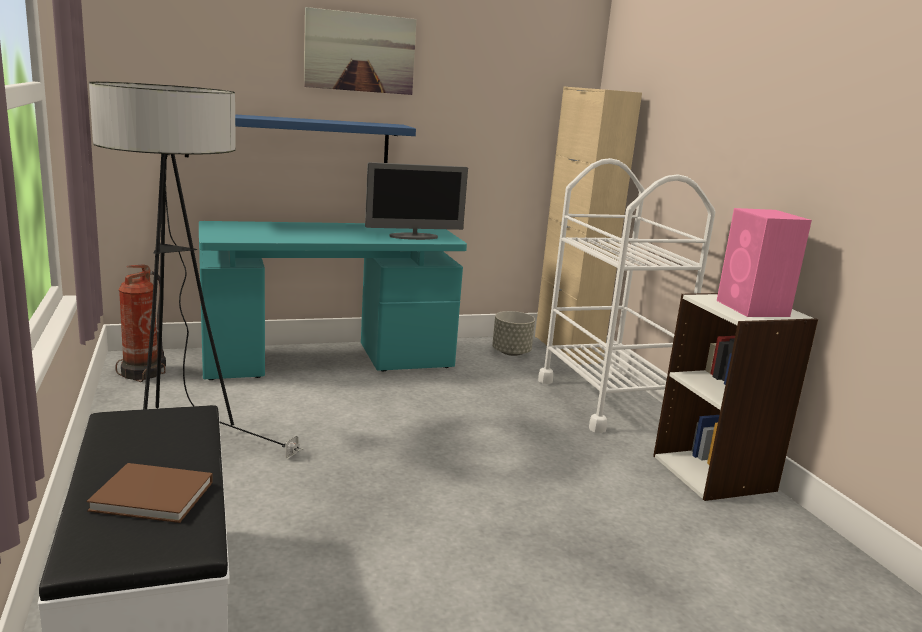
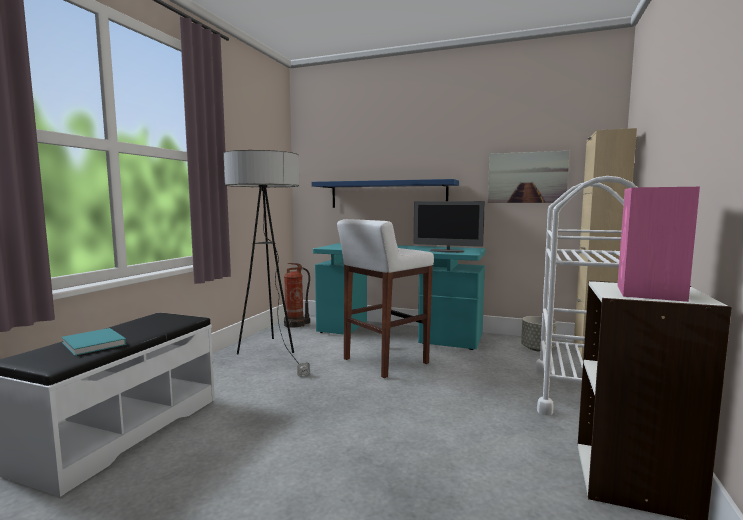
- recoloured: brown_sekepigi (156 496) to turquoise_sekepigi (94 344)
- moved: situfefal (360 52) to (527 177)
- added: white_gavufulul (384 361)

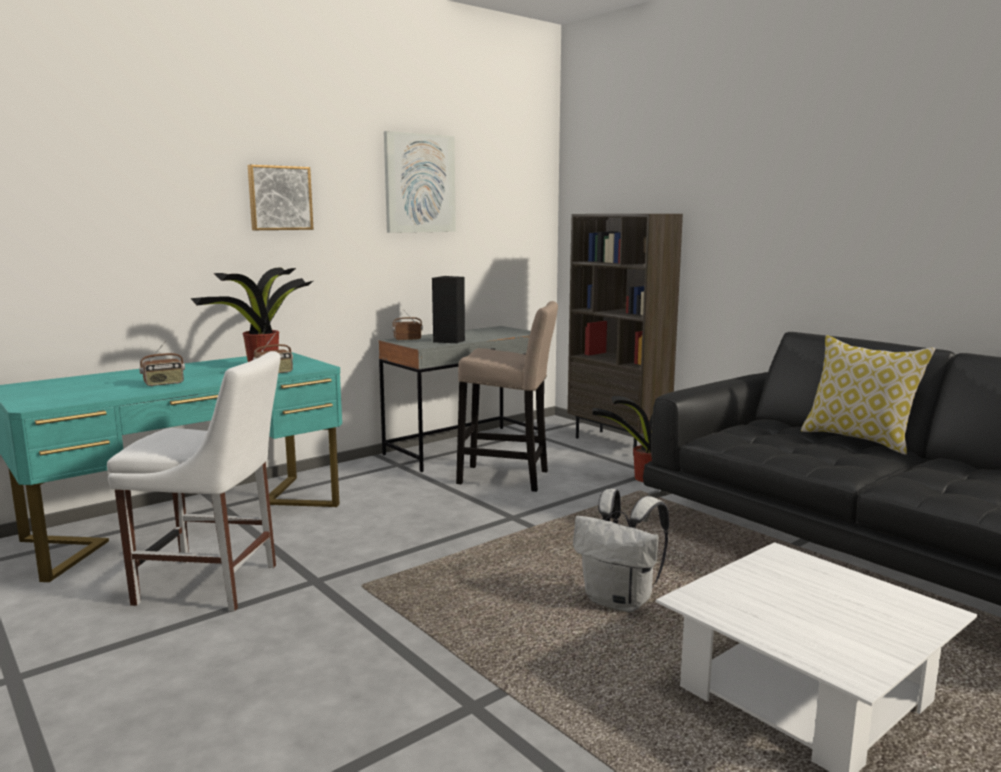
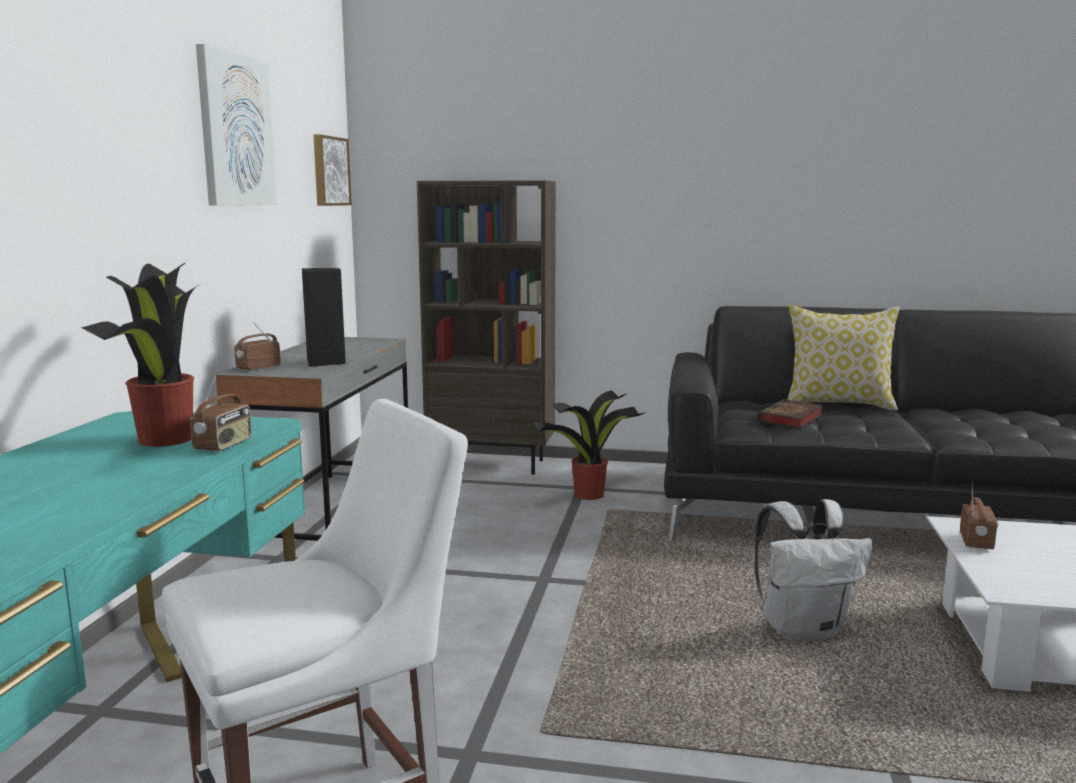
- moved: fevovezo (164 384) to (977 542)
- moved: situfefal (279 198) to (329 171)
- removed: beige_gavufulul (508 478)
- added: sekepigi (791 419)

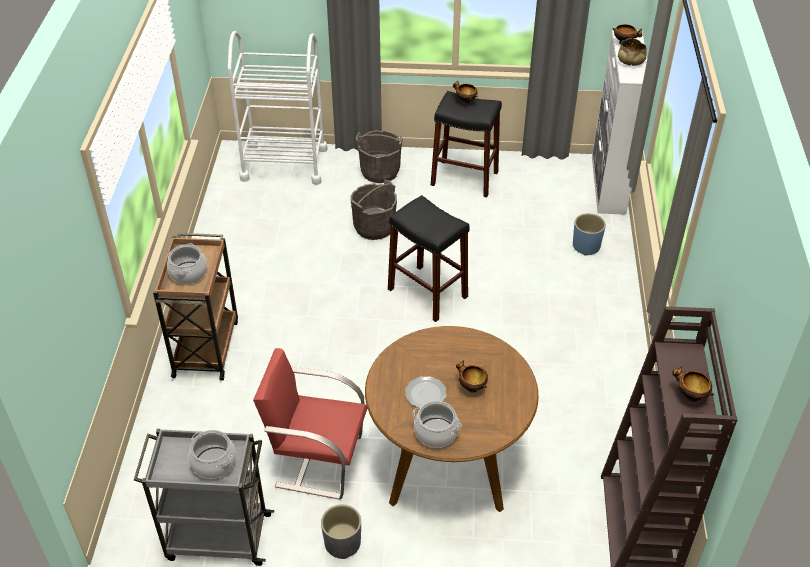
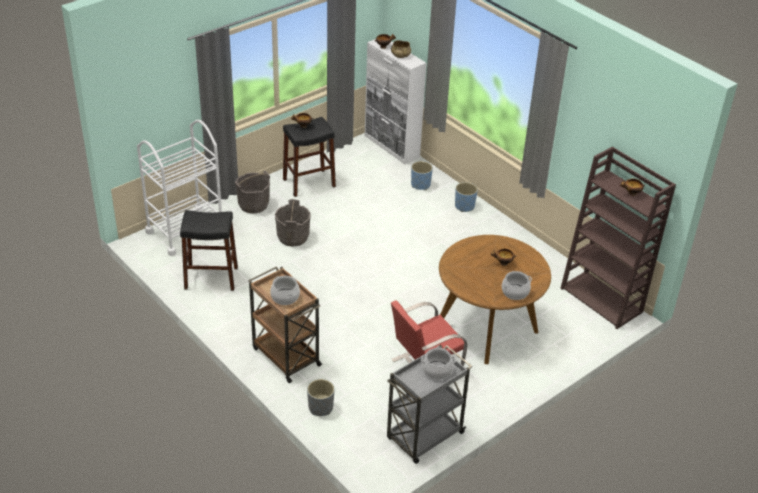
- moved: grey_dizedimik (342 543) to (320 407)
- moved: black_gavufulul (427 293) to (211 278)
- removed: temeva (425 394)
- added: blue_dizedimik (464 206)

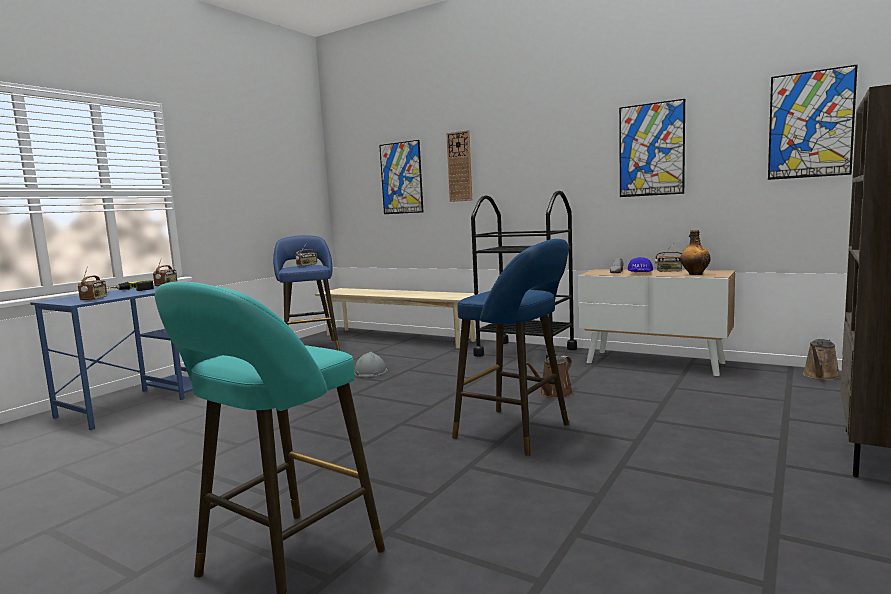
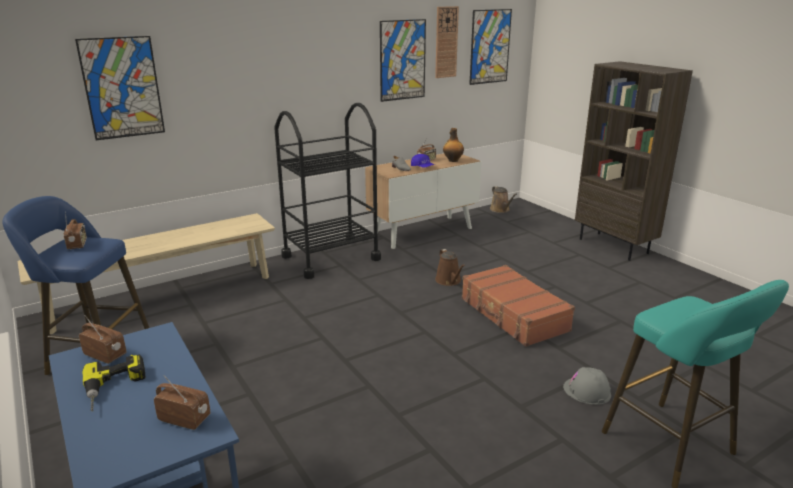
- moved: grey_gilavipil (370 372) to (587 391)
- moved: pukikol (459 166) to (446 42)
- replaced: blue_gavufulul (518 432) to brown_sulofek (513 315)

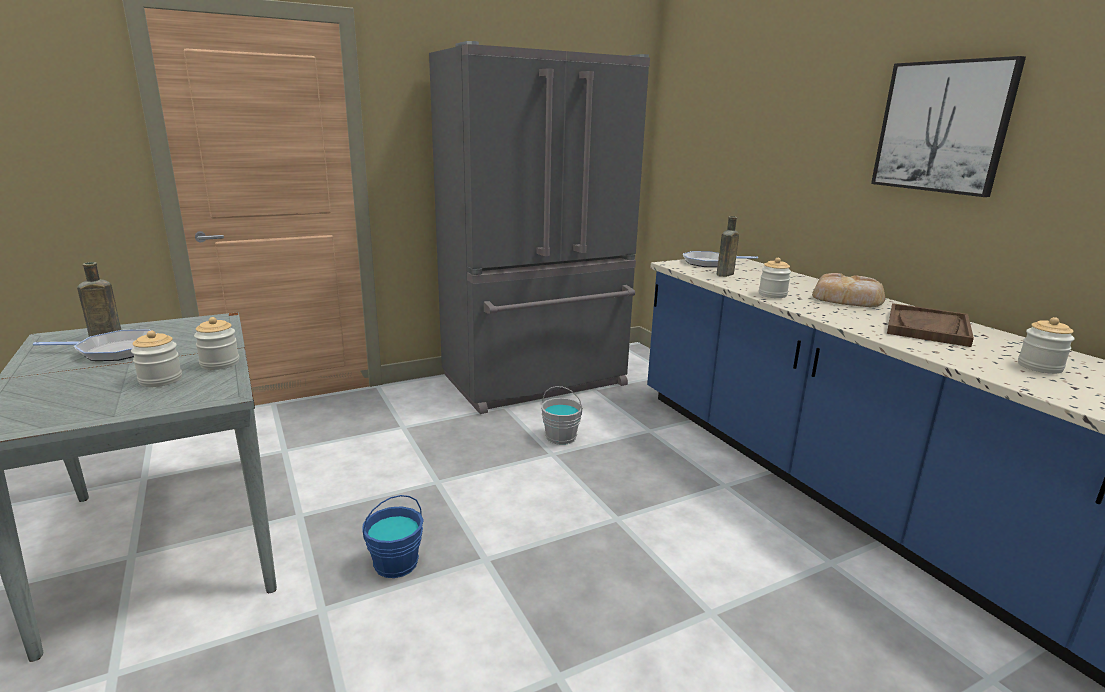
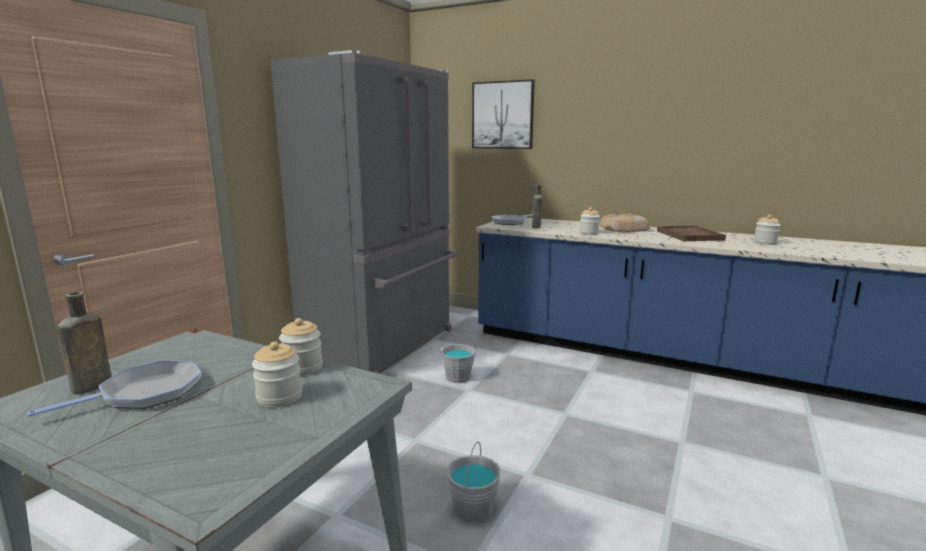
- recoloured: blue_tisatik (396 563) to grey_tisatik (473 508)
- moved: situfefal (942 127) to (503 115)

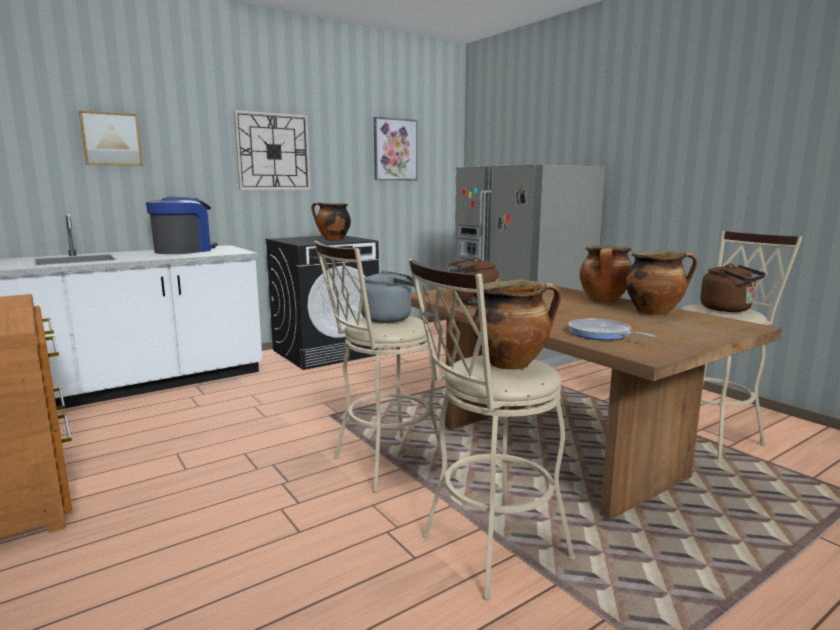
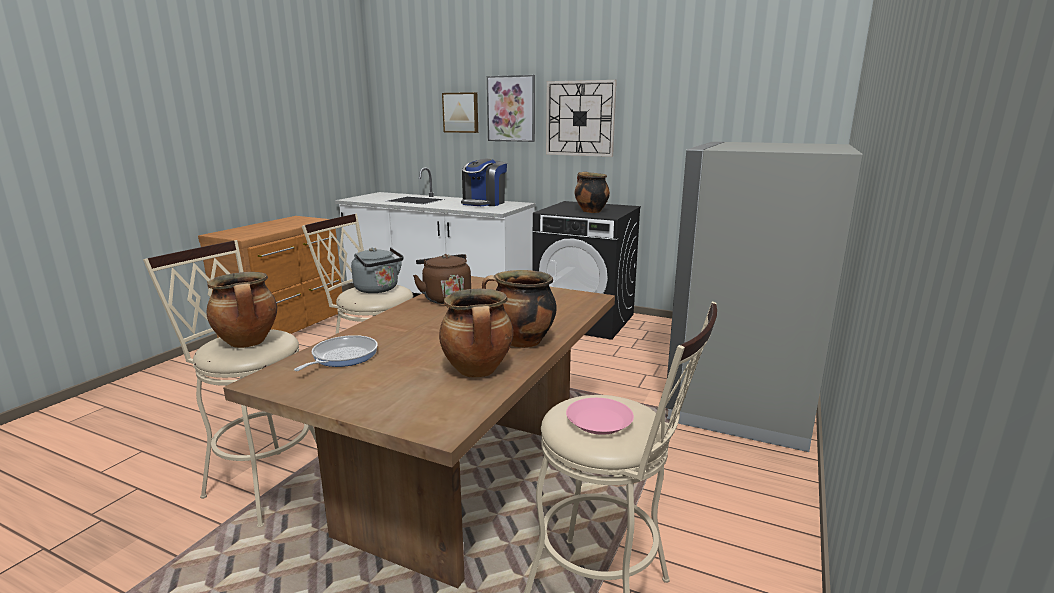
- turned: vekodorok (184 251) = (484 203) 120 degrees clockwise
- moved: situfefal (395 149) to (511 109)
- replaced: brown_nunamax (729 309) to pink_temeva (598 422)

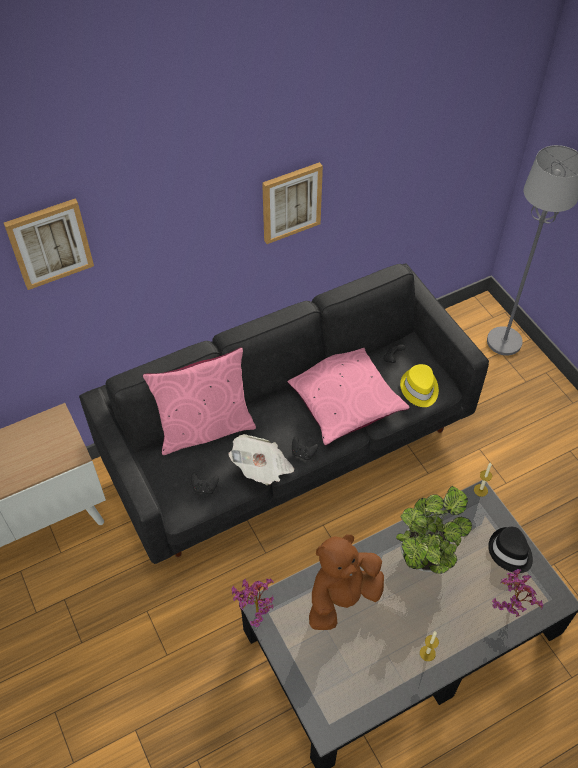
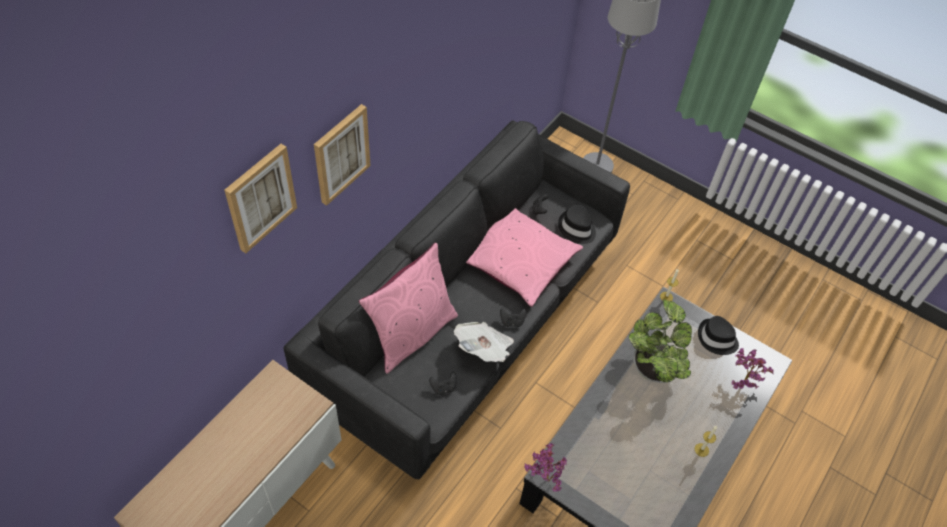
- moved: situfefal (291 202) to (341 154)
- removed: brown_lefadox (342 597)
- recoloured: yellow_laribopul (419 389) to black_laribopul (576 228)

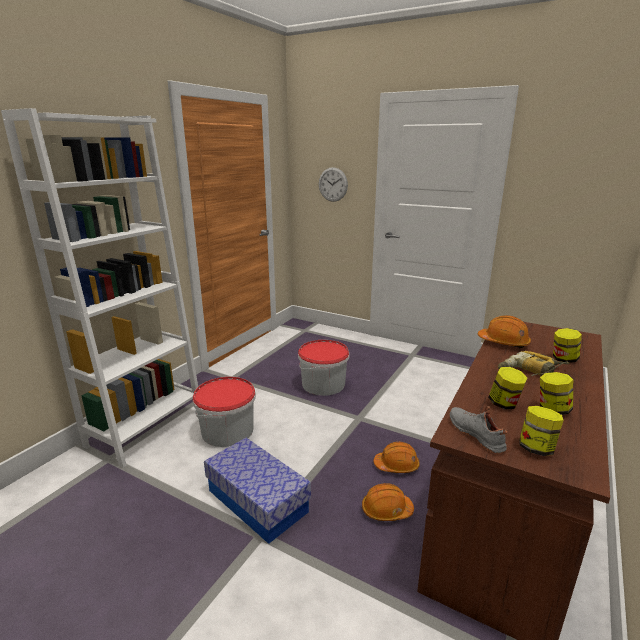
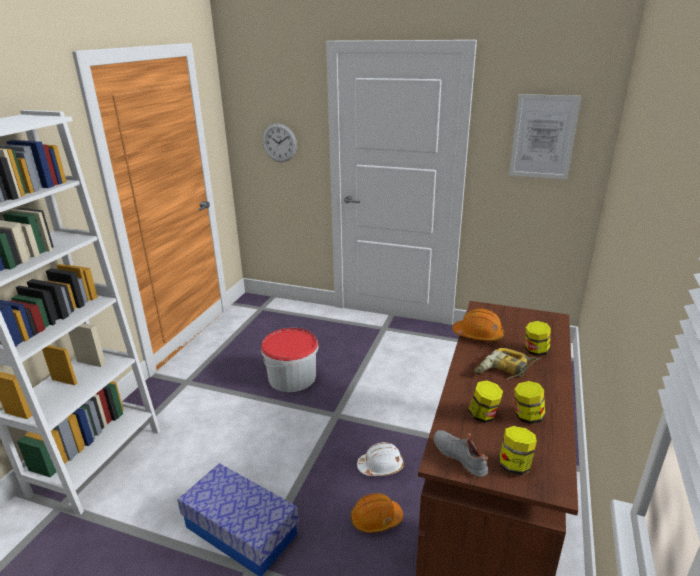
- removed: tisatik (227 430)
- recoloured: orange_gilavipil (396 465) to white_gilavipil (381 466)
- added: situfefal (543 137)

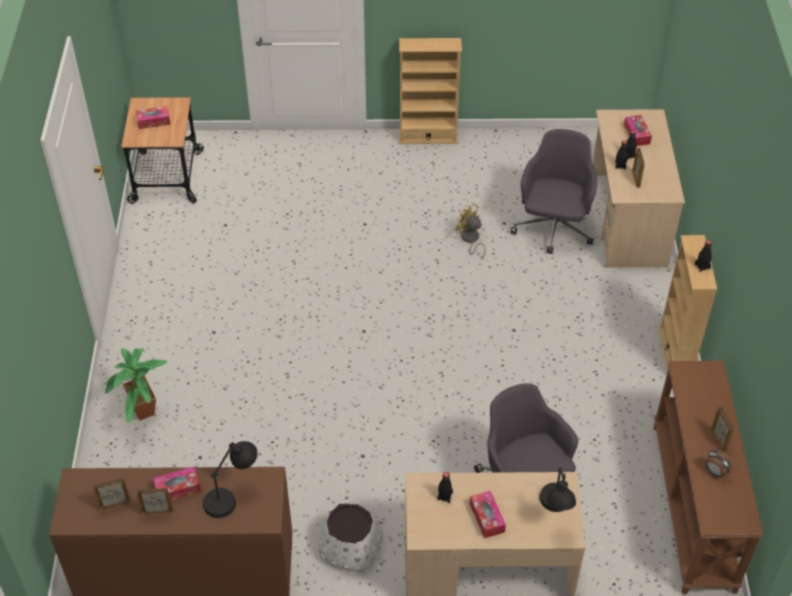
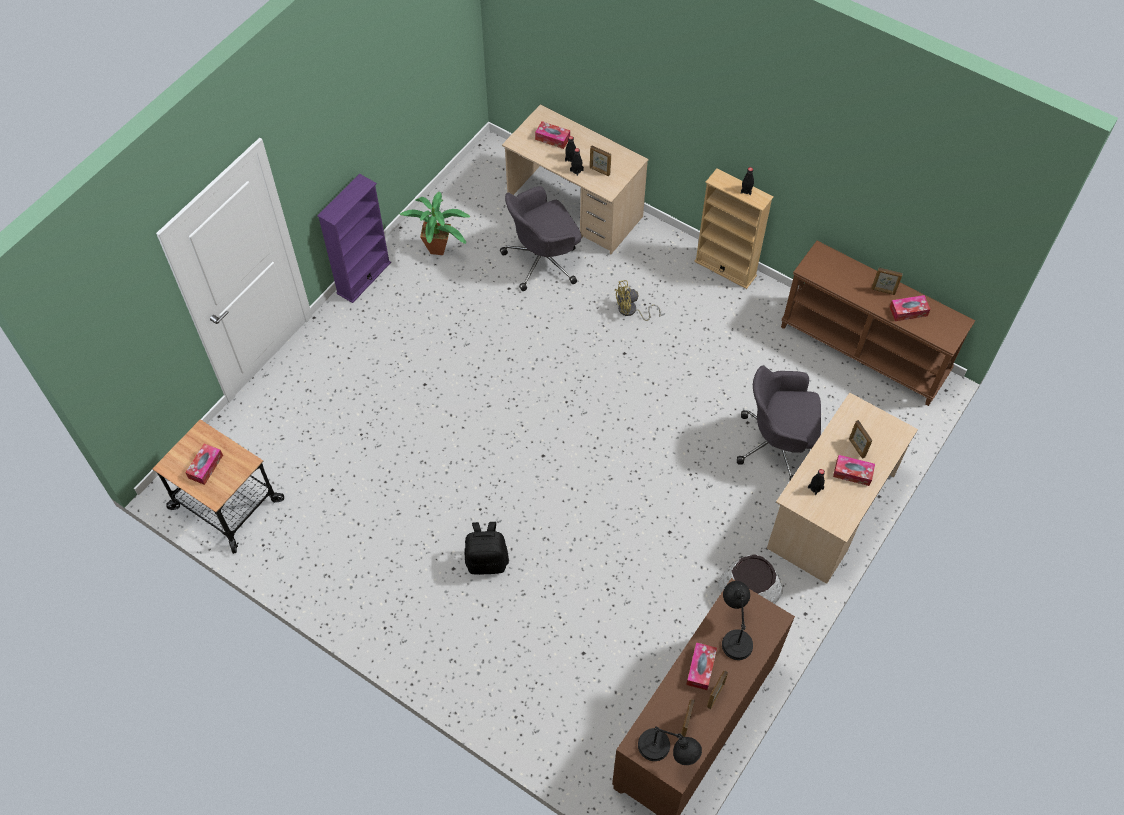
- moved: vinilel (143 416) to (441 251)
- recoloured: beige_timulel (428 137) to purple_timulel (363 278)
- moved: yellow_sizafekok (470 240) to (631 311)
- turned: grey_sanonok (553 229) = (543 260) 75 degrees counterclockwise
- moved: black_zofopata (556 511) to (666 754)
- replaced: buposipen (715 472) to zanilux (908 311)
- added: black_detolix (487 561)
- added: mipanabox (856 448)

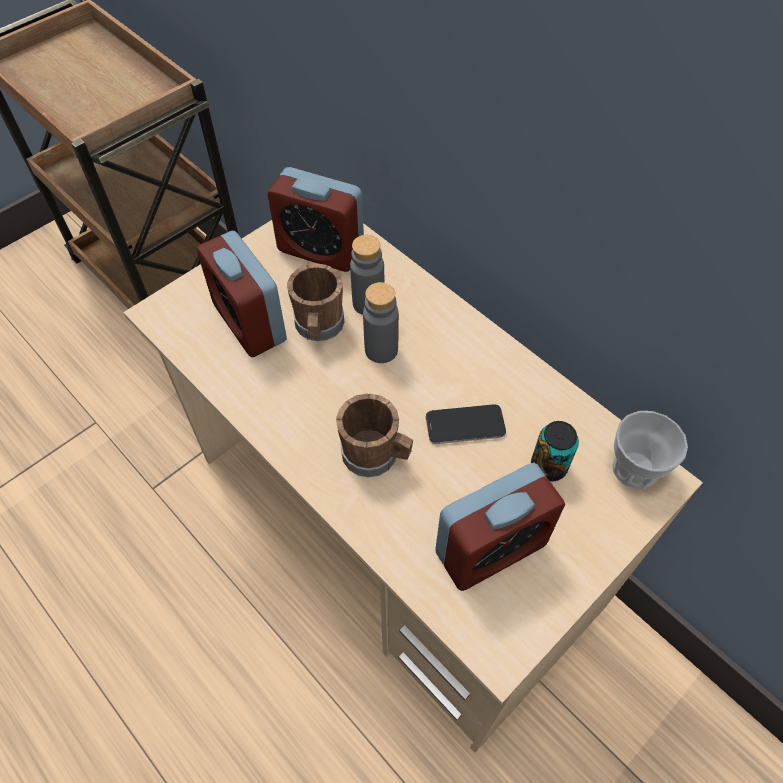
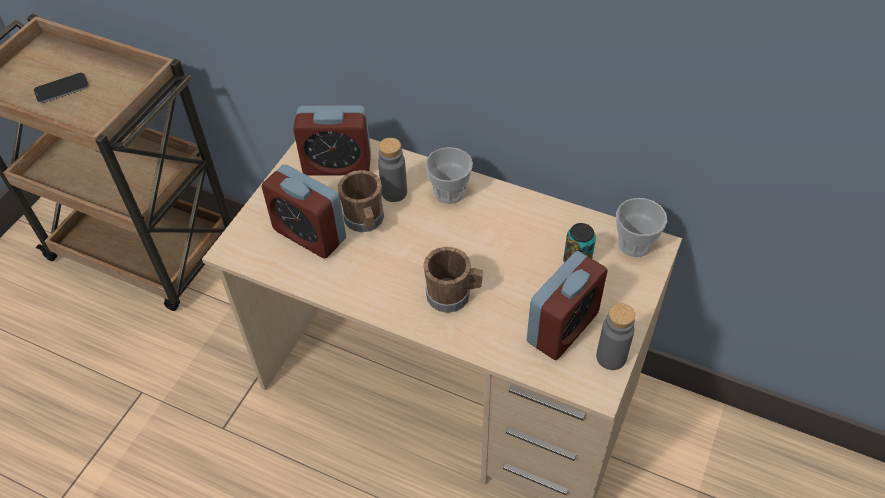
- moved: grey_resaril (381 350) to (611 357)
- moved: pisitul (465 425) to (62 89)
- added: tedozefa (449 192)

